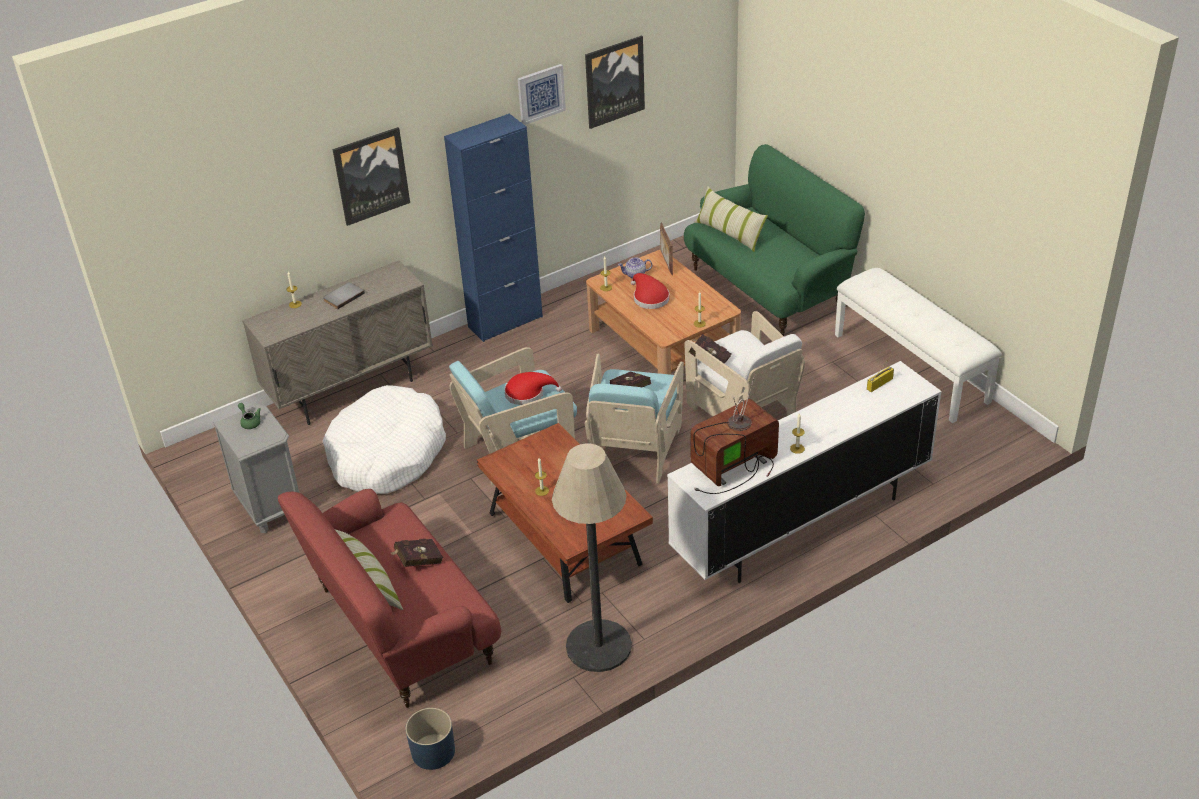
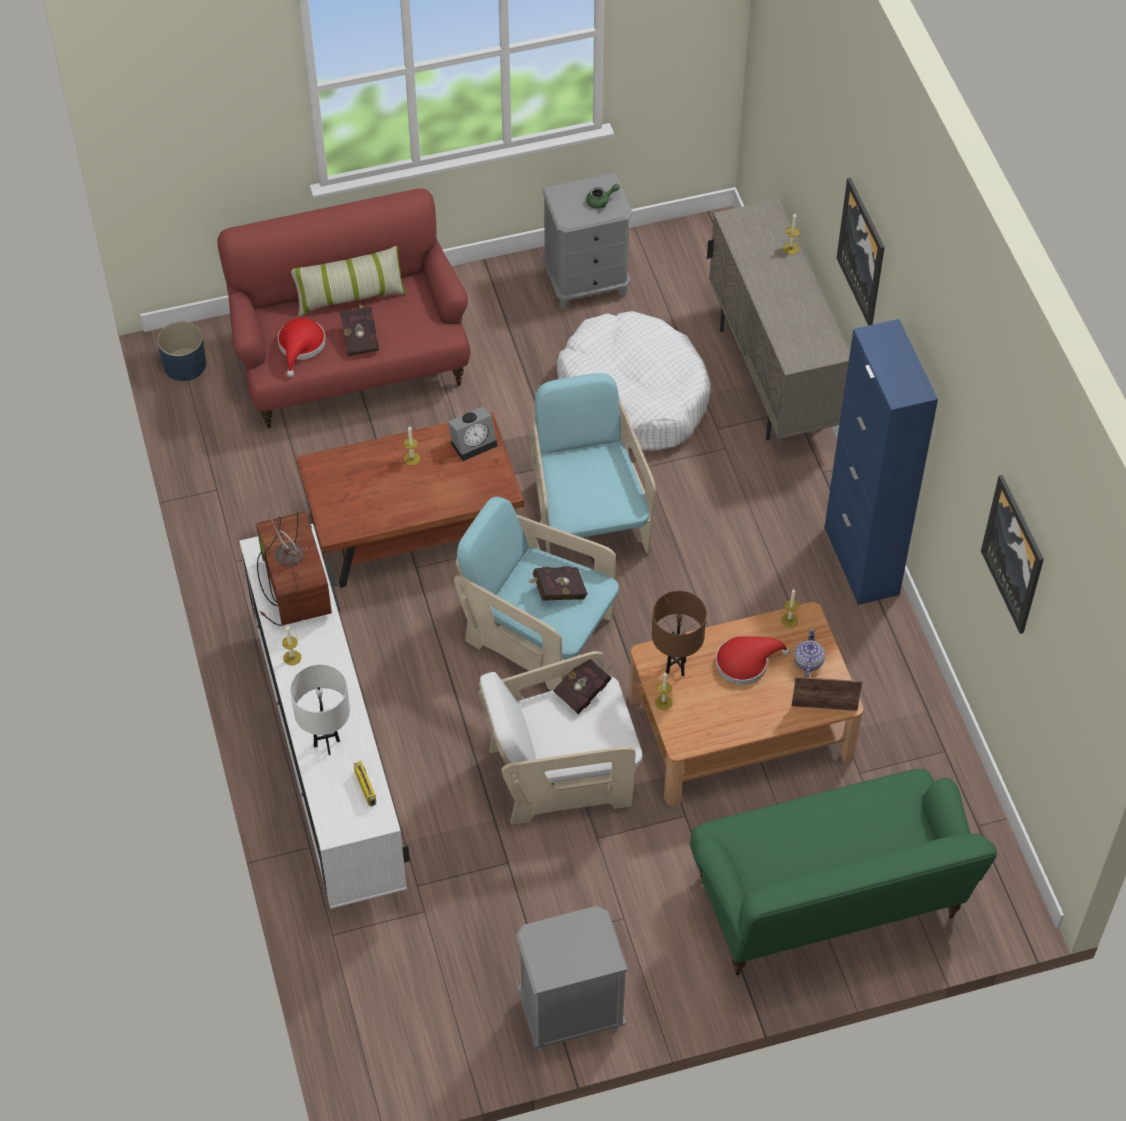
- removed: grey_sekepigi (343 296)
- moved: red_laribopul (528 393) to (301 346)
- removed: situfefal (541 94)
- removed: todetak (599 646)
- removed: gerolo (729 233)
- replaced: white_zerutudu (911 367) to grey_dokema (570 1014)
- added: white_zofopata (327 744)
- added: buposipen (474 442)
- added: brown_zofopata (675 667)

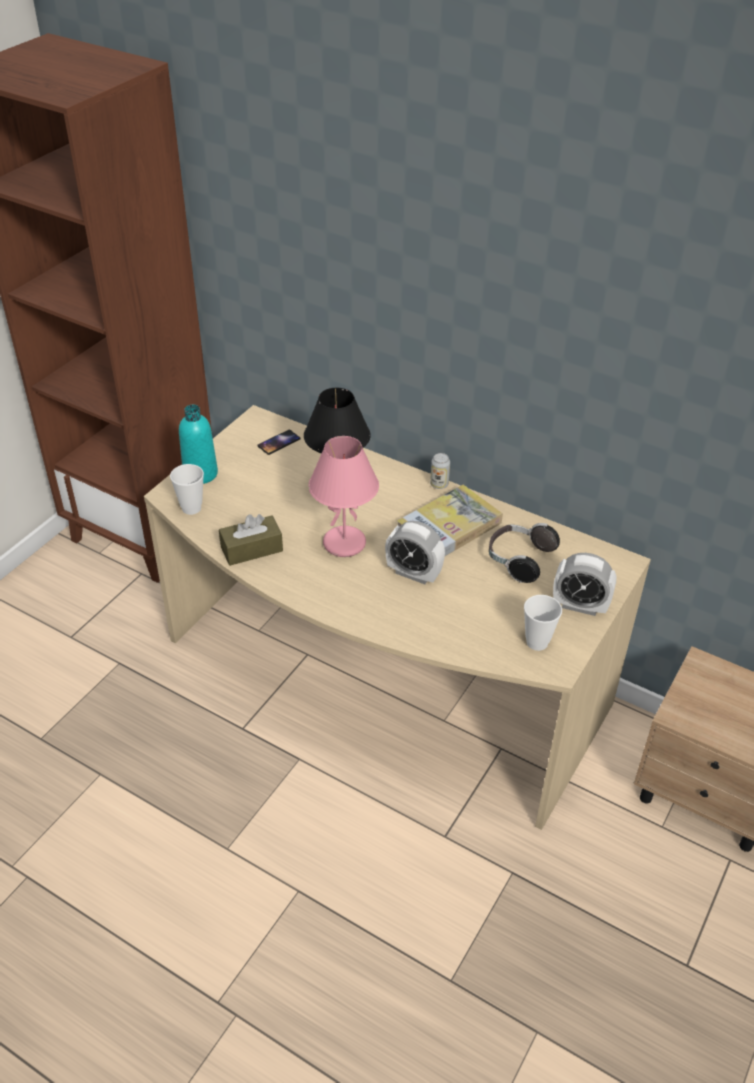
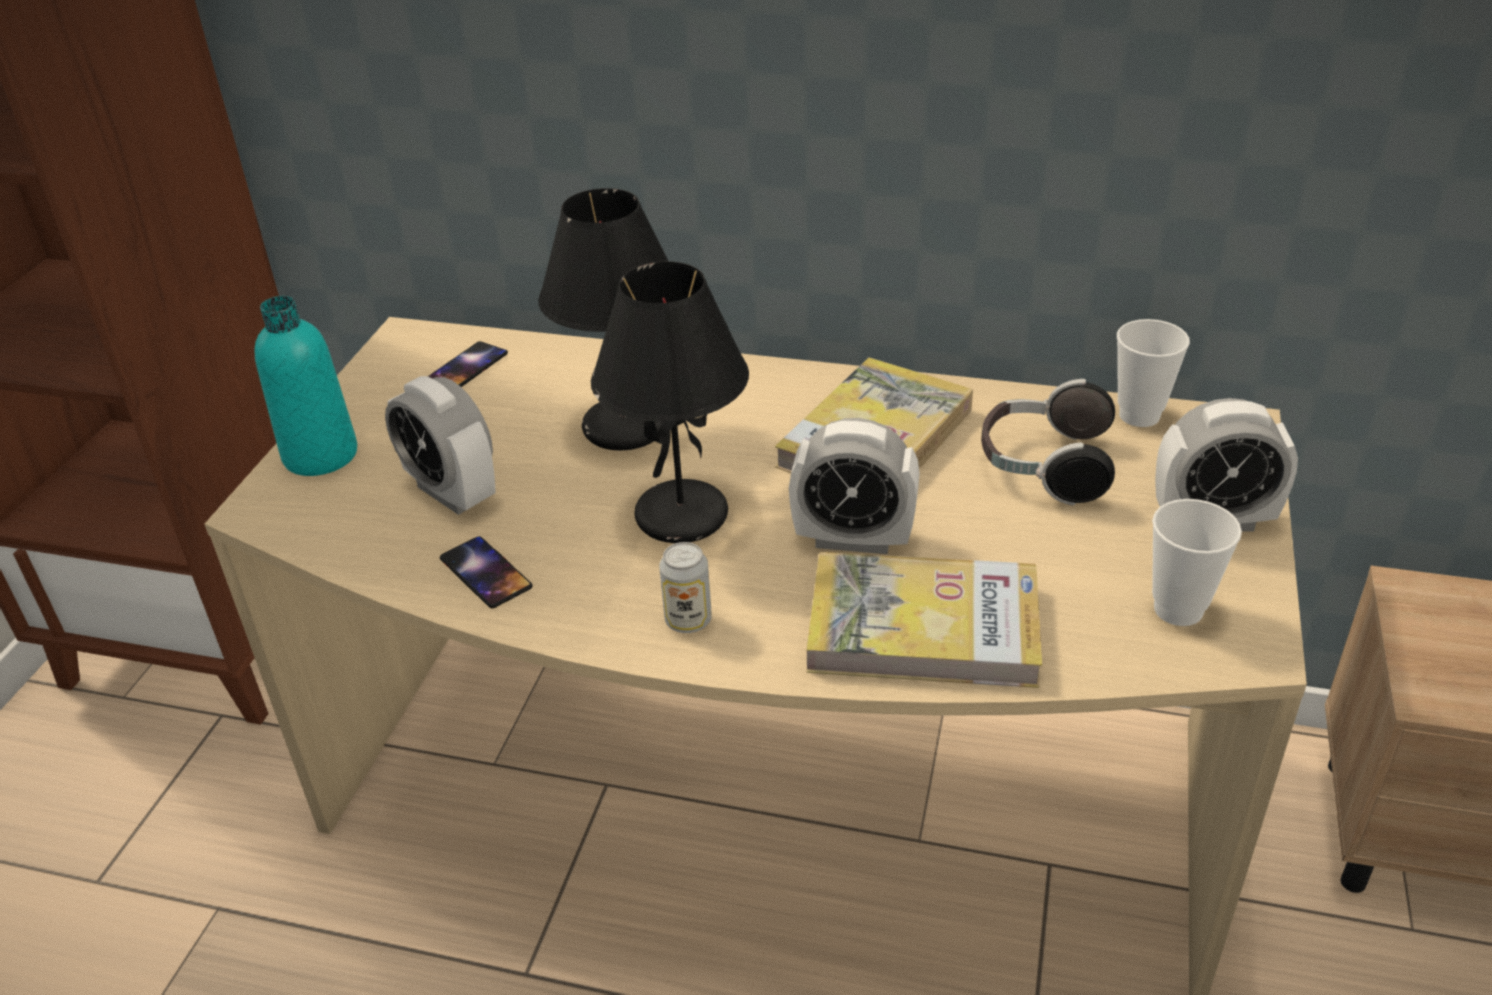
- moved: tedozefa (191 508) to (1139 415)
- replaced: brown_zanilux (251 549) to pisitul (486 573)
- recoloured: pink_zofopata (345 543) to black_zofopata (682 515)
- moved: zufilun (439 484) to (688 620)
- added: buposipen (451 493)
- added: sekepigi (923 628)

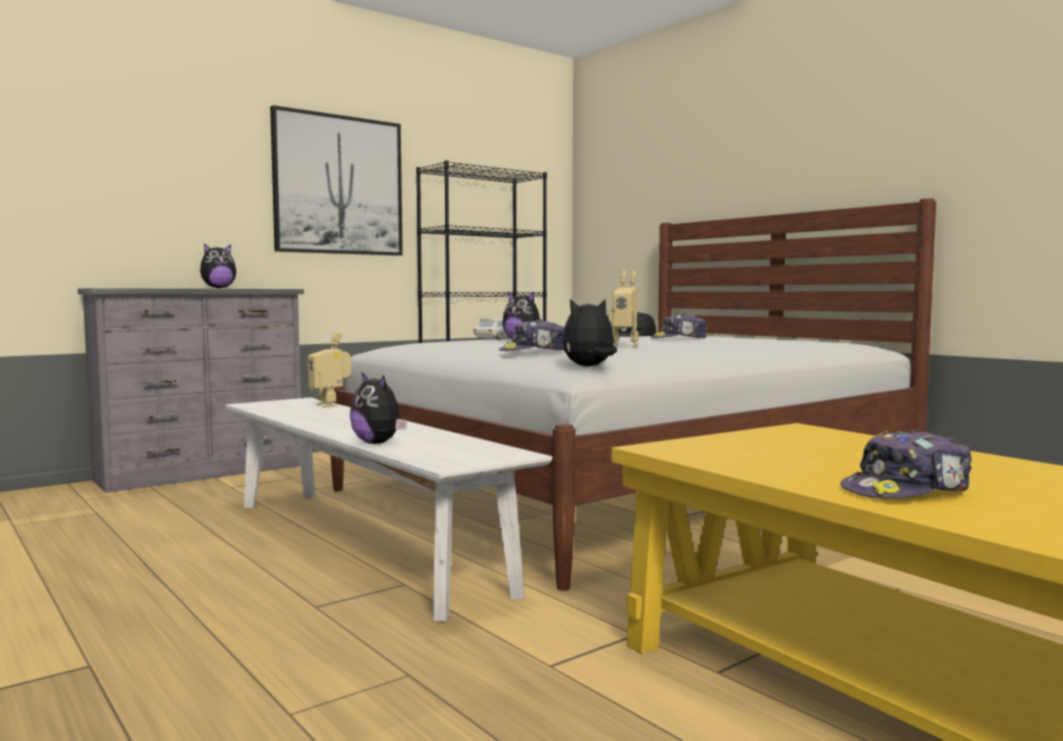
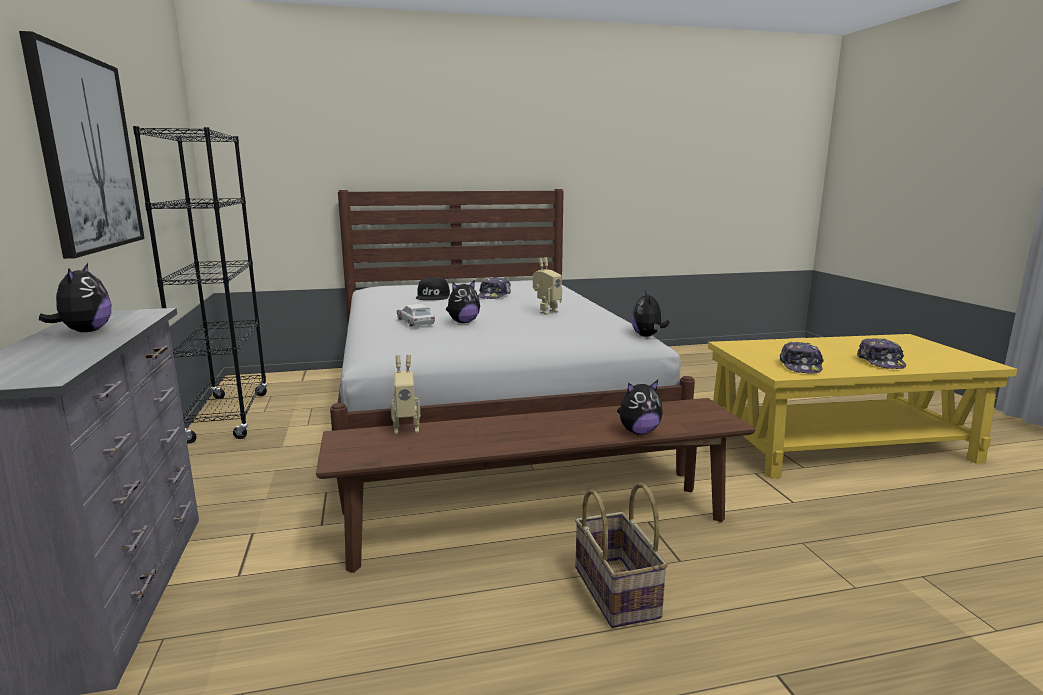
- recoloured: white_zerutudu (360 544) to brown_zerutudu (539 525)
- moved: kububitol (534 351) to (800 366)
- added: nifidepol (618 591)

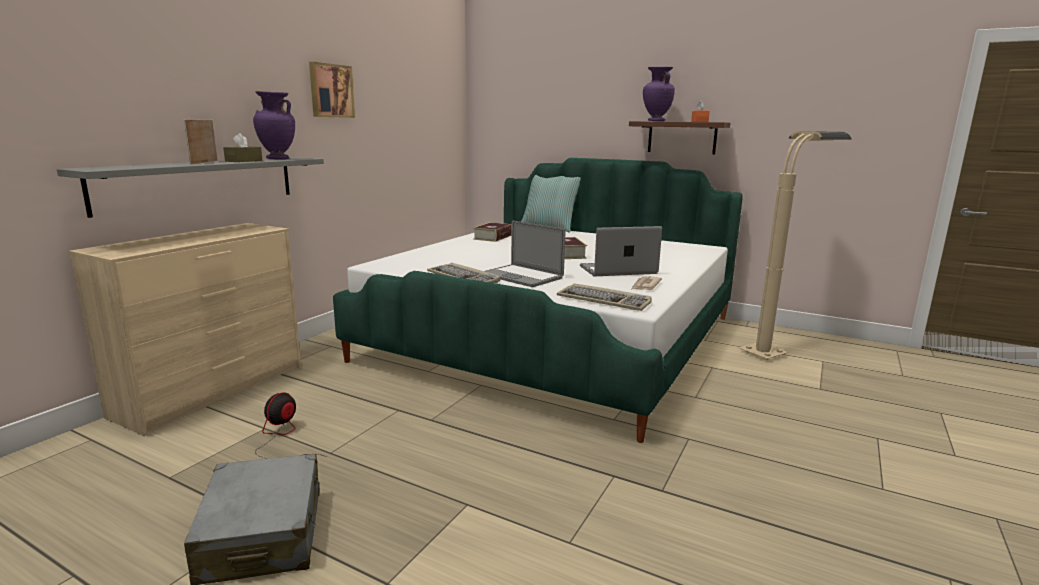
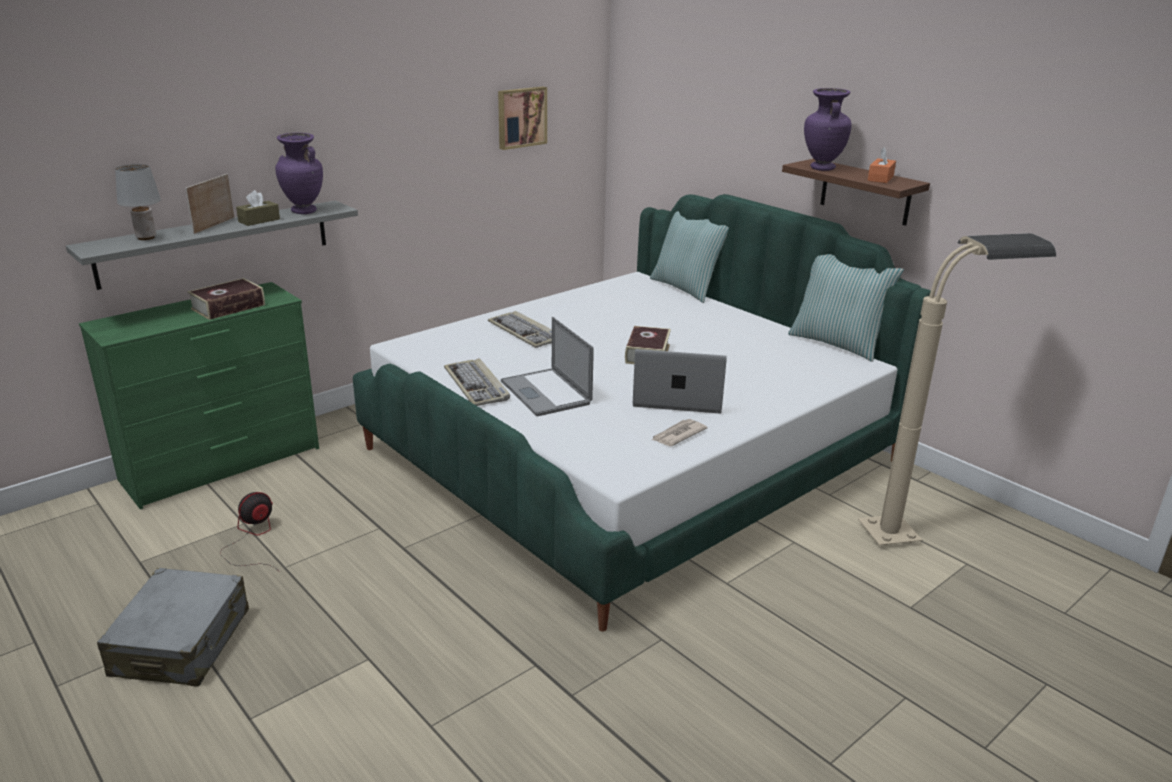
- recoloured: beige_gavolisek (213 391) to green_gavolisek (222 465)
- moved: situfefal (330 91) to (521 117)
- moved: sekepigi (492 237) to (228 307)
- moved: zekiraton (605 300) to (525 332)
- added: grey_zofopata (146 237)
- added: gerolo (837 343)

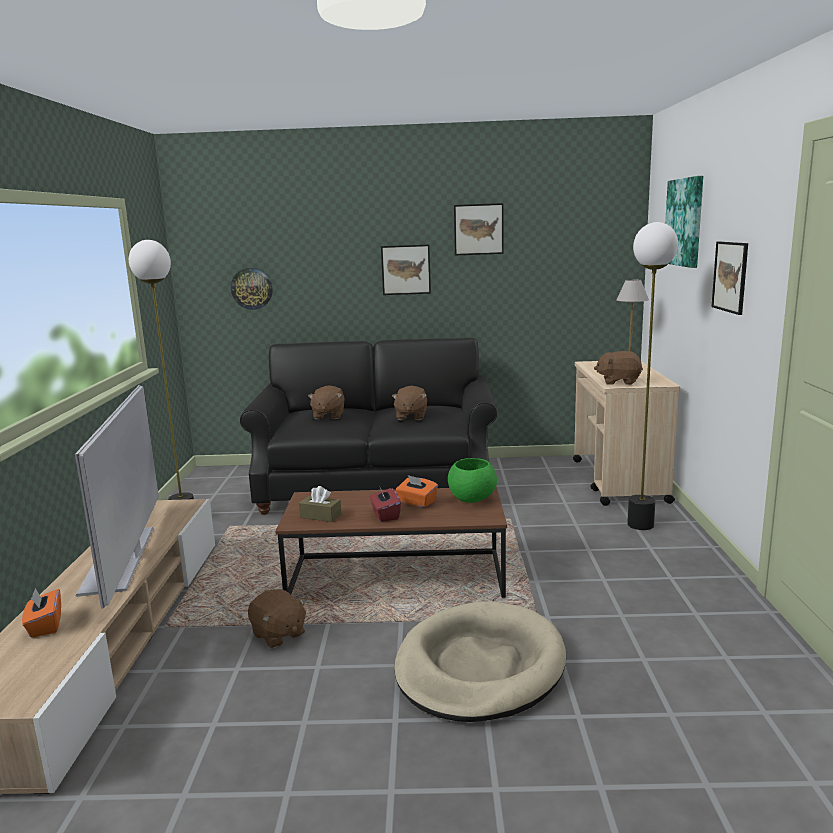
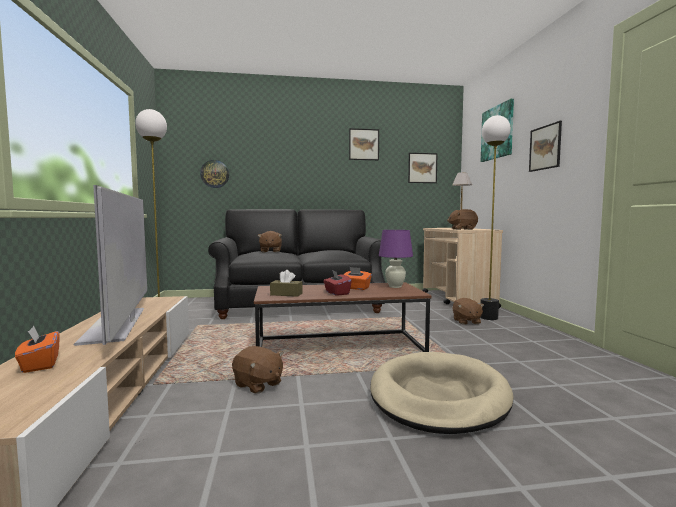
- moved: situfefal (406 269) to (422 168)
- moved: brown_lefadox (410 416) to (466 321)
- replaced: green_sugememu (472 499) to purple_zofopata (395 286)

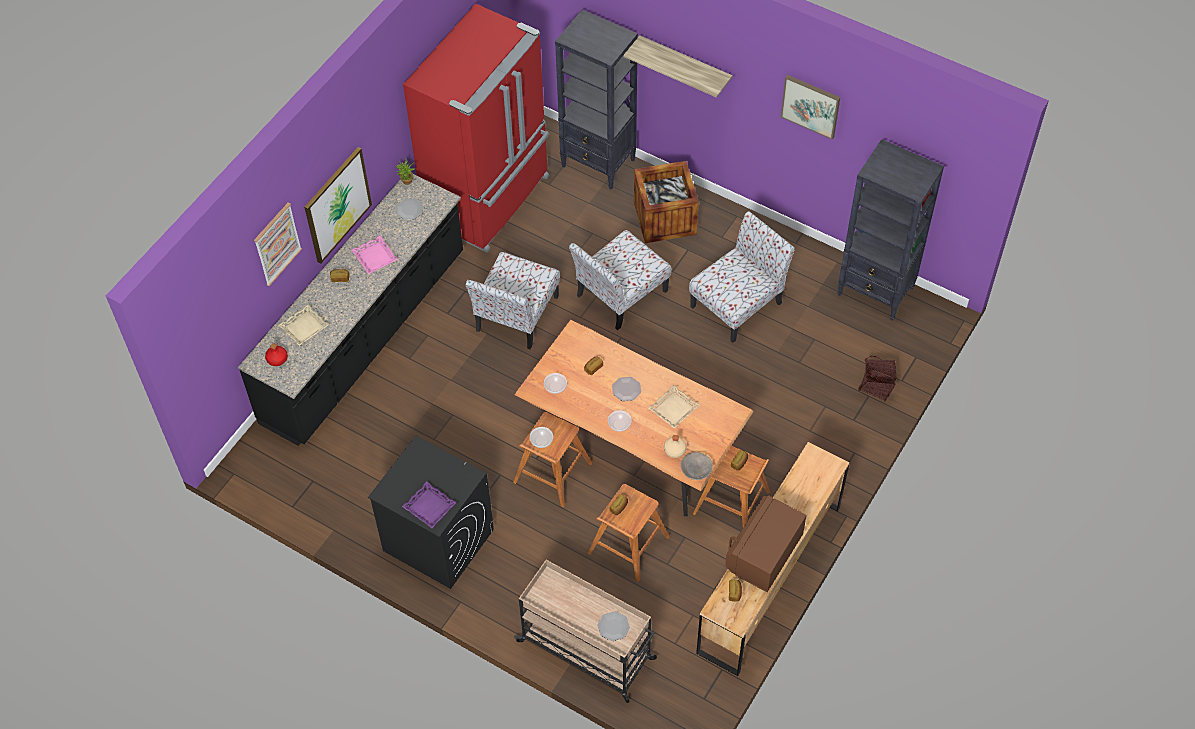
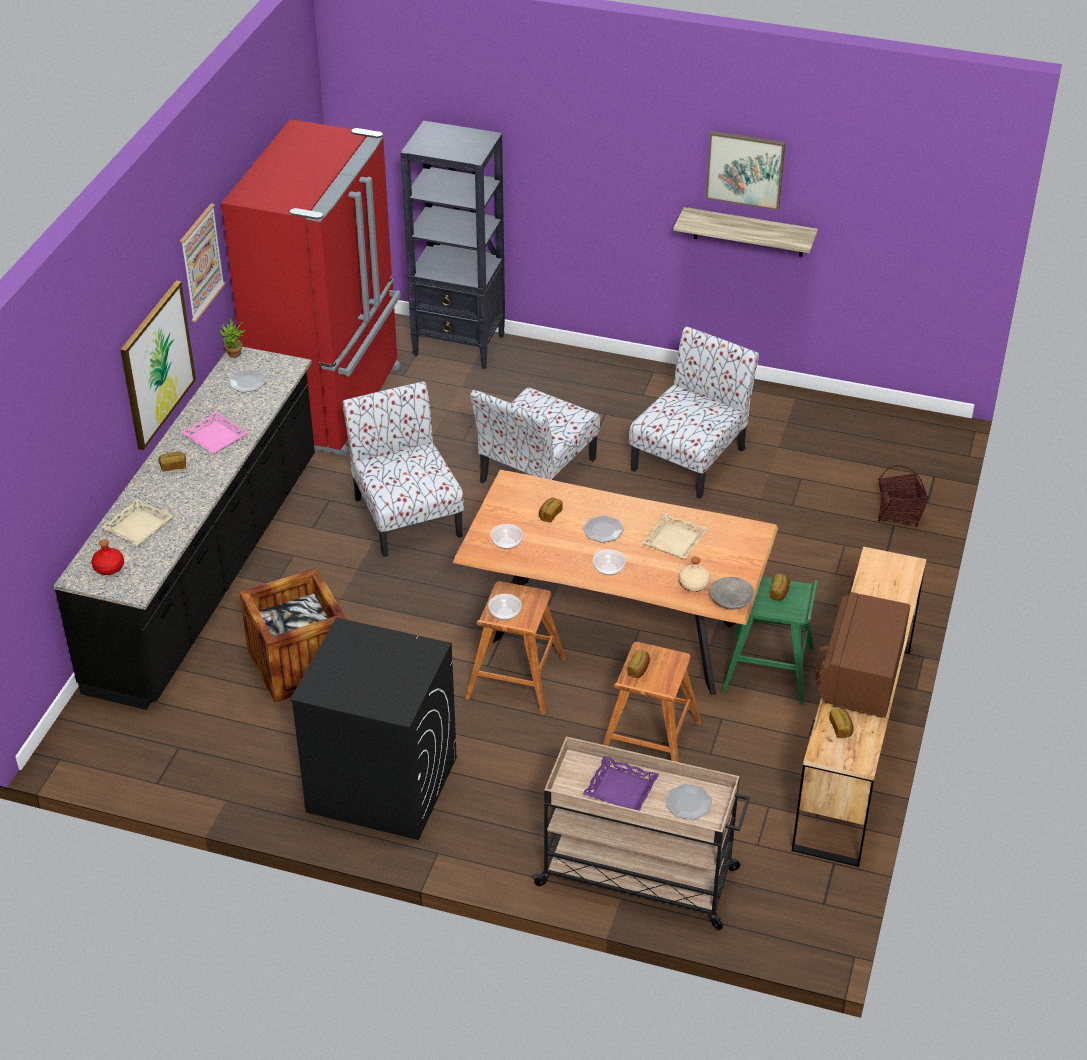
- moved: situfefal (277 244) to (201 262)
- moved: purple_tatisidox (429 507) to (620 789)
- turned: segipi (516 315) = (406 515) 150 degrees clockwise
- moved: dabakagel (685 64) to (749 232)
- moved: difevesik (665 218) to (299 663)
- recoloured: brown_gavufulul (732 503) to green_gavufulul (769 669)
- removed: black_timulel (876 292)

